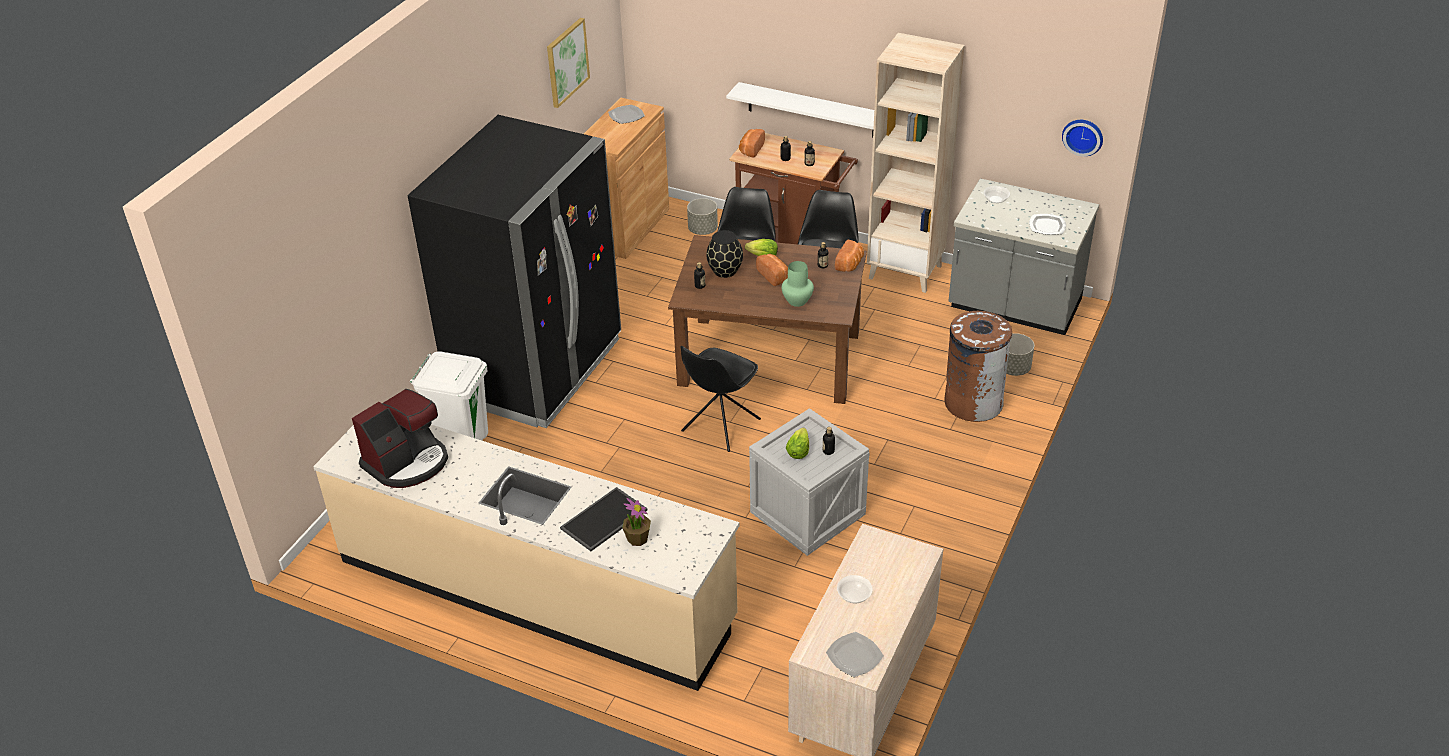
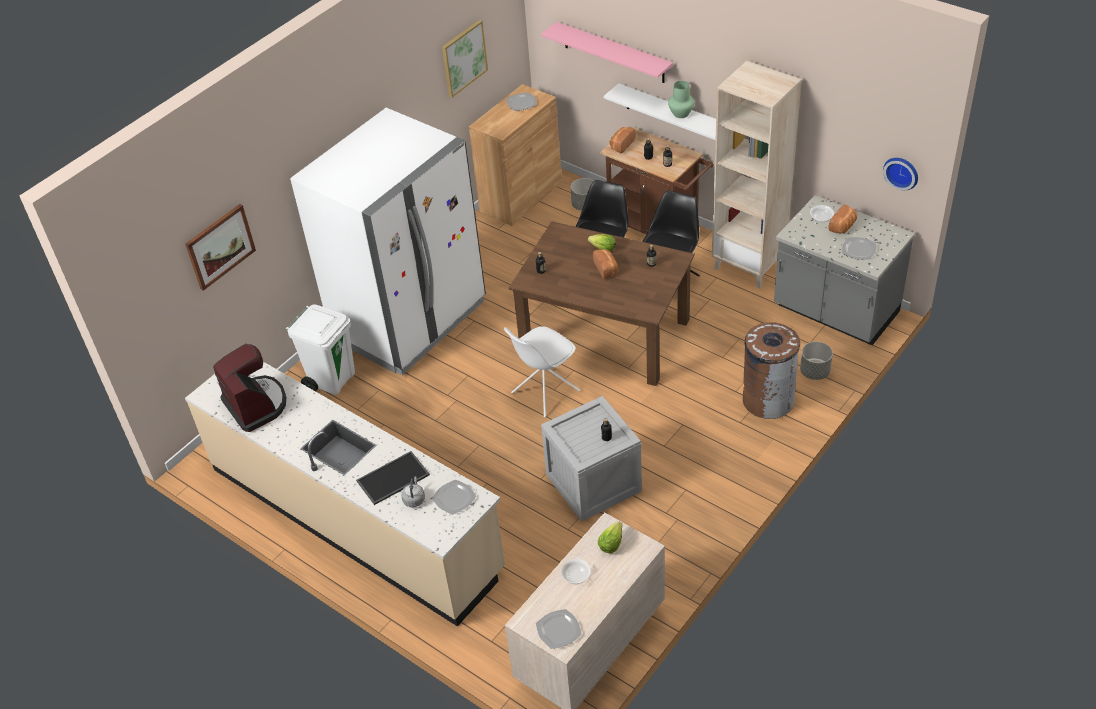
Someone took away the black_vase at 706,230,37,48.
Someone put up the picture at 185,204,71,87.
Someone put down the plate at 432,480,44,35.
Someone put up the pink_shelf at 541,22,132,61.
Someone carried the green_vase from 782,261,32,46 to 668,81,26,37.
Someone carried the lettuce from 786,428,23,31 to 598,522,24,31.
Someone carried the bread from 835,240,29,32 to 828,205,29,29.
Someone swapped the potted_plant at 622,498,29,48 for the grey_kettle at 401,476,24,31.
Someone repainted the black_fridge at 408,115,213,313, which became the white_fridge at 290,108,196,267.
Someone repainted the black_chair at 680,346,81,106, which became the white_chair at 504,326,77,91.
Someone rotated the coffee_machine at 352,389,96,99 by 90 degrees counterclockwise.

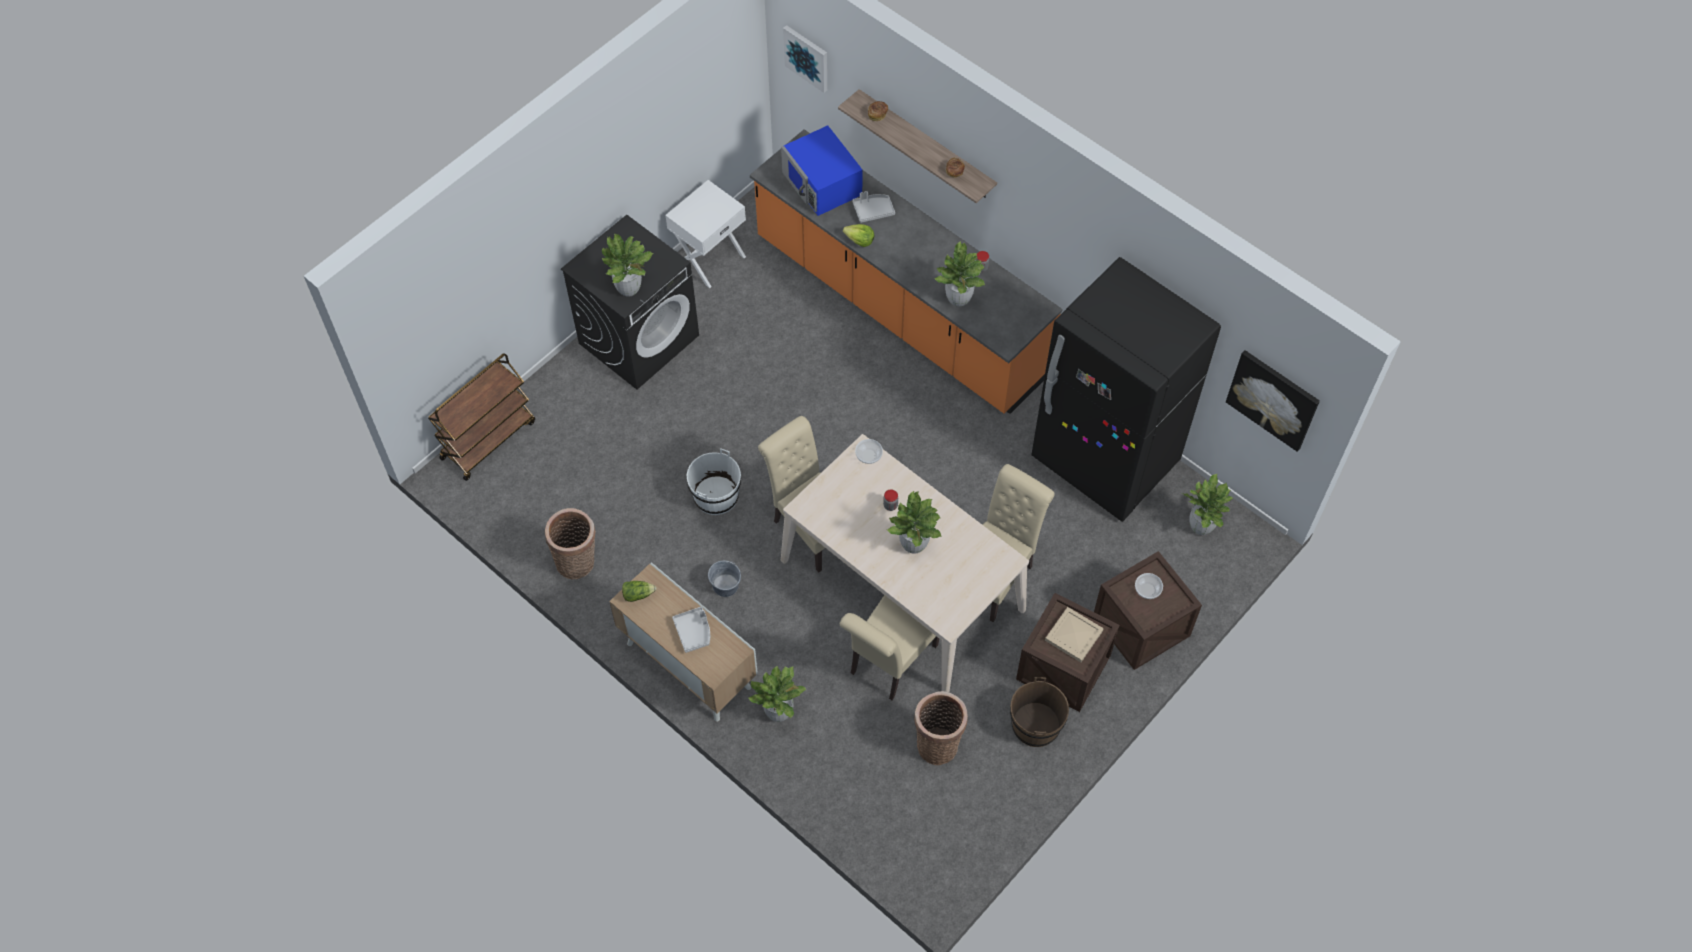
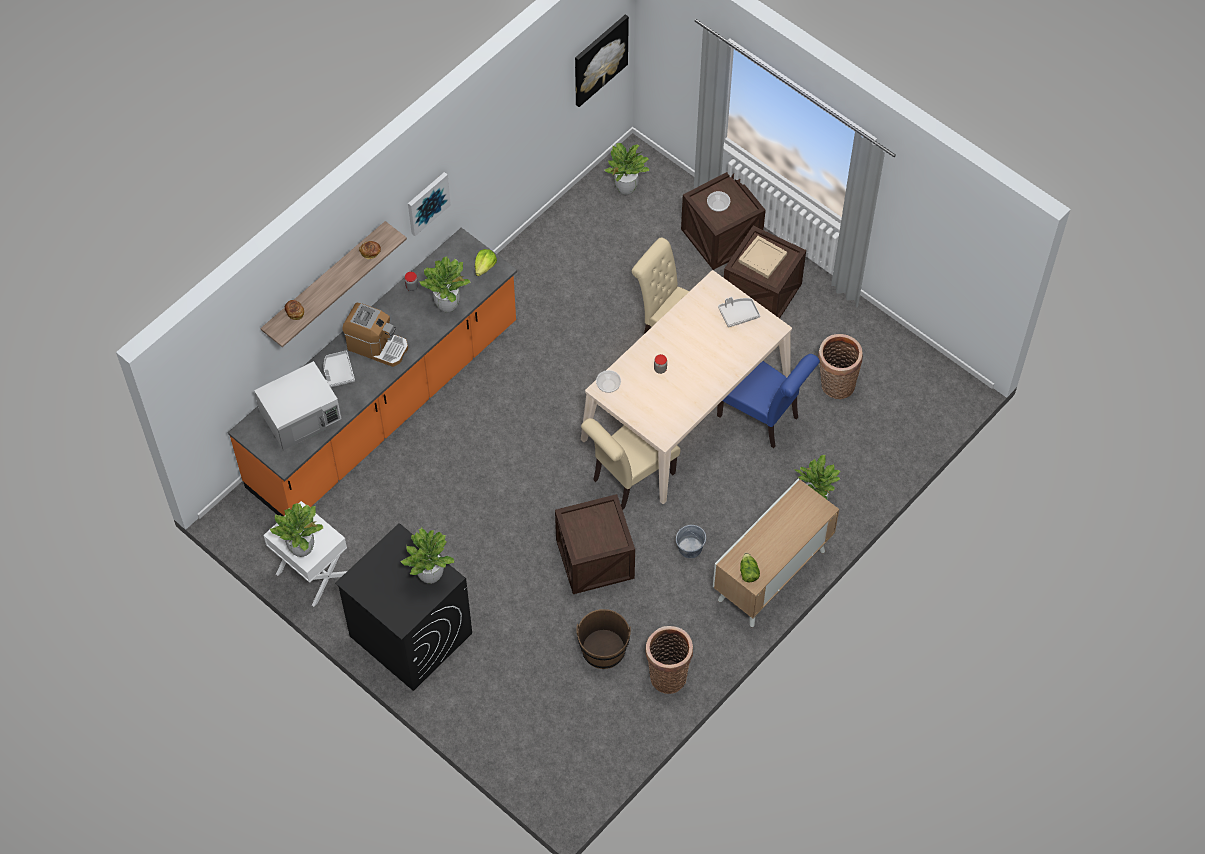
Someone took away the brown_cart at 428,353,107,128.
Someone took away the black_fridge at 1031,257,190,265.
Someone put down the coffee_machine at 342,303,66,64.
Someone carried the grey_tray from 672,607,38,46 to 718,297,42,31.
Someone carried the picture from 783,25,44,68 to 408,172,43,64.
Someone carried the lettuce from 843,224,31,23 to 475,249,22,27.
Someone carried the potted_plant from 886,490,56,64 to 270,503,54,54.
Someone carried the brown_bucket from 1010,677,59,70 to 577,609,54,60.
Someone swapped the white_bucket at 687,448,54,67 for the crate at 555,494,80,100.
Someone repainted the blue_microwave at 781,125,82,91, which became the white_microwave at 254,361,88,89.
Someone repainted the beige_chair at 840,595,99,105, which became the blue_chair at 717,354,103,94.

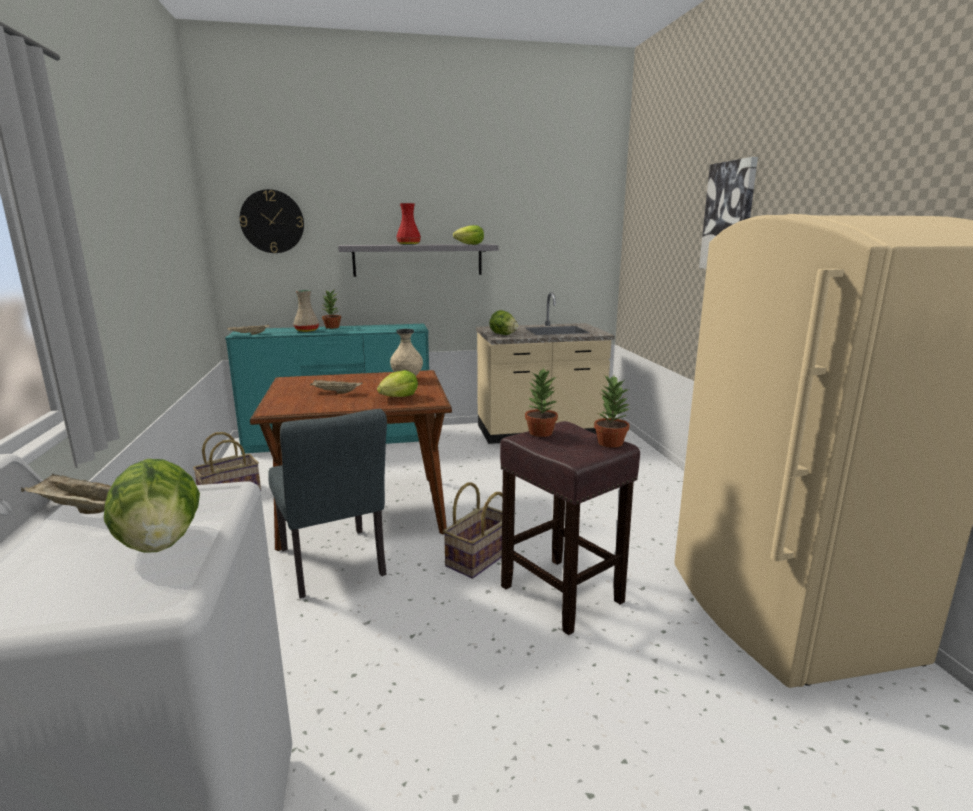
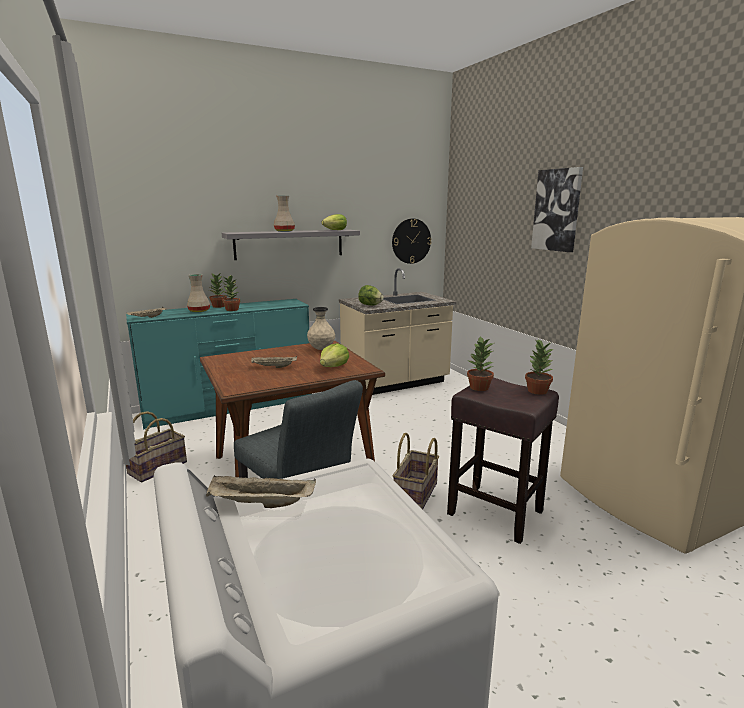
Someone took away the lettuce at 104,459,96,94.
Someone put down the potted_plant at 223,275,17,36.
Someone carried the wall_clock from 240,189,64,64 to 392,219,39,45.
Someone repainted the red_vase at 396,203,25,42, which became the beige_vase at 274,196,21,36.

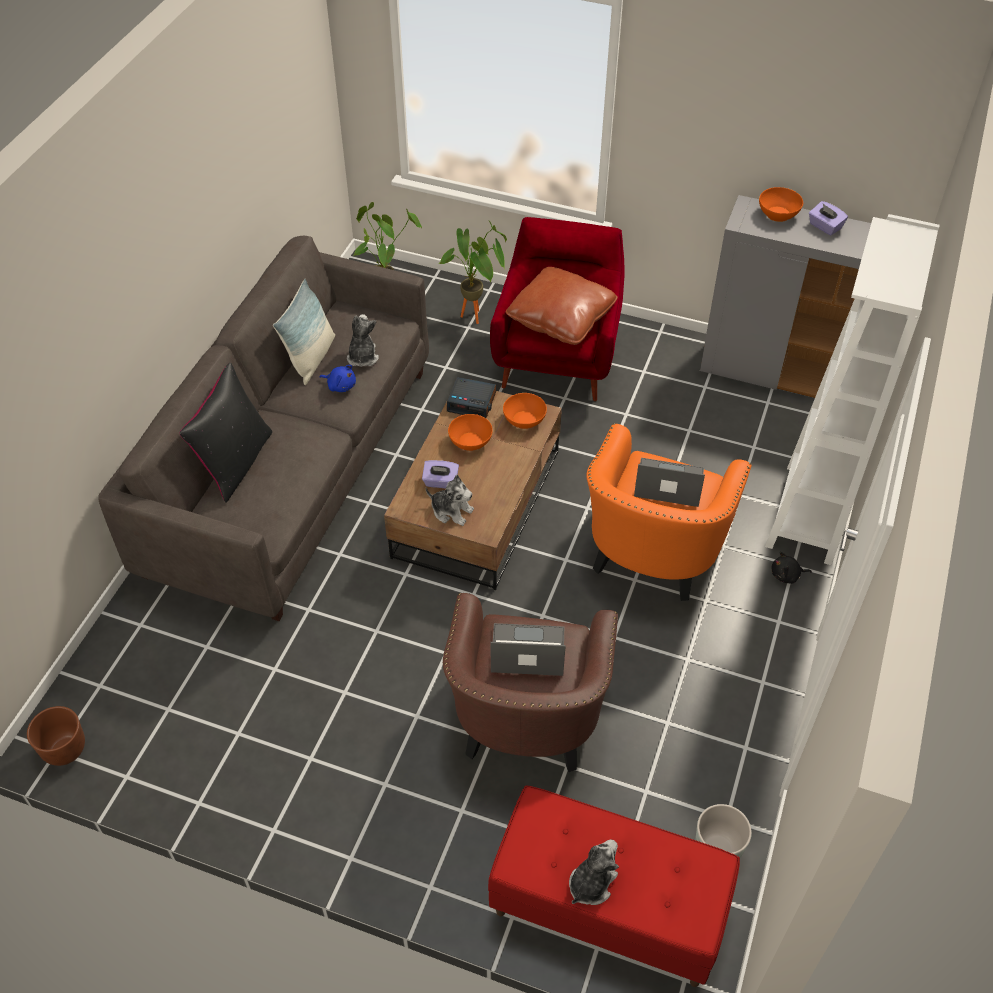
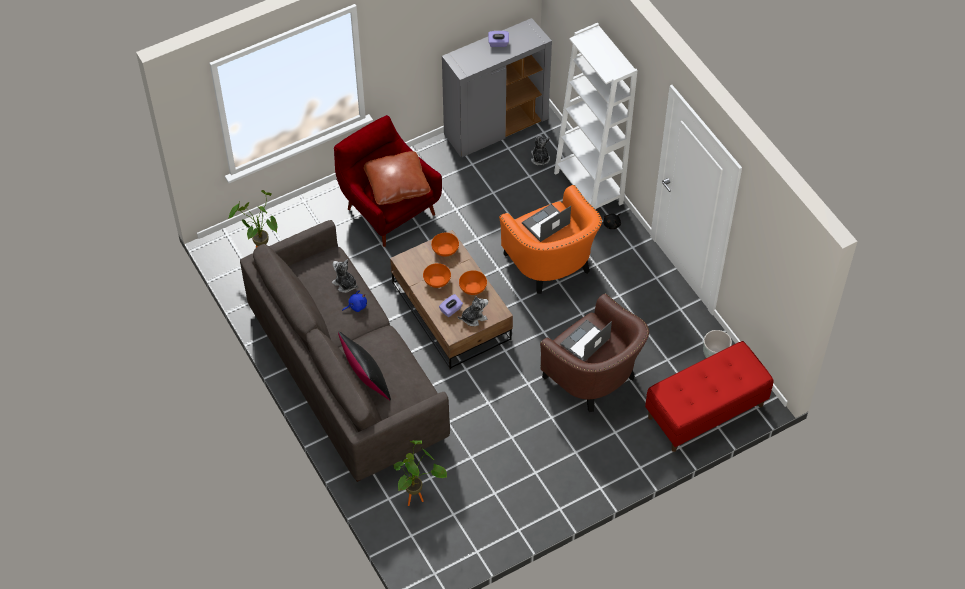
Someone took away the brown_planter at 27,706,58,60.
Someone took away the pillow at 273,279,62,106.
Someone took away the alarm_clock at 447,377,49,41.
Someone carried the potted_plant from 439,221,68,103 to 393,440,54,66.
Someone carried the plush_toy from 569,839,50,66 to 531,134,19,31.
Someone carried the orange_bowl from 759,187,44,35 to 459,270,28,25.

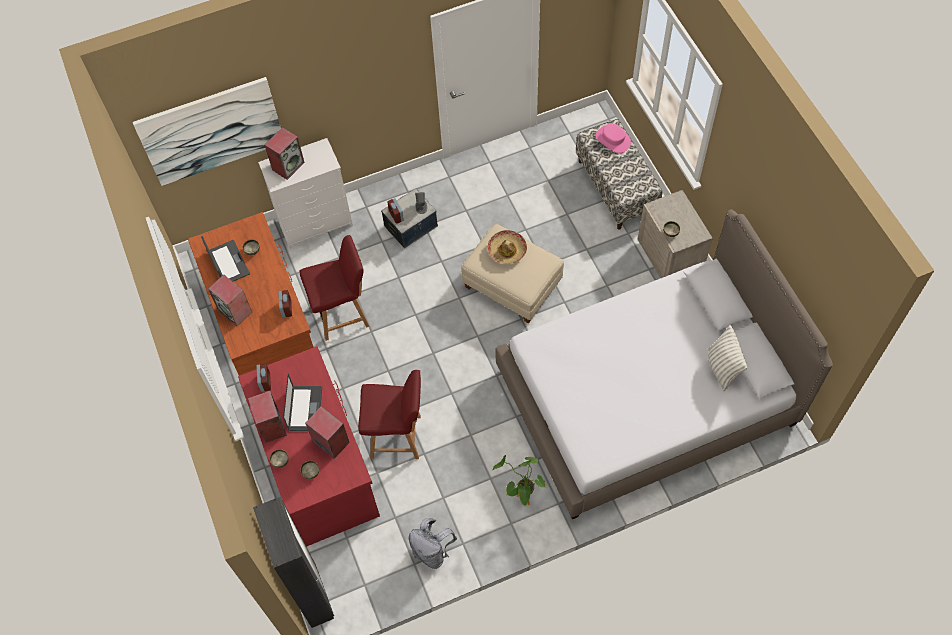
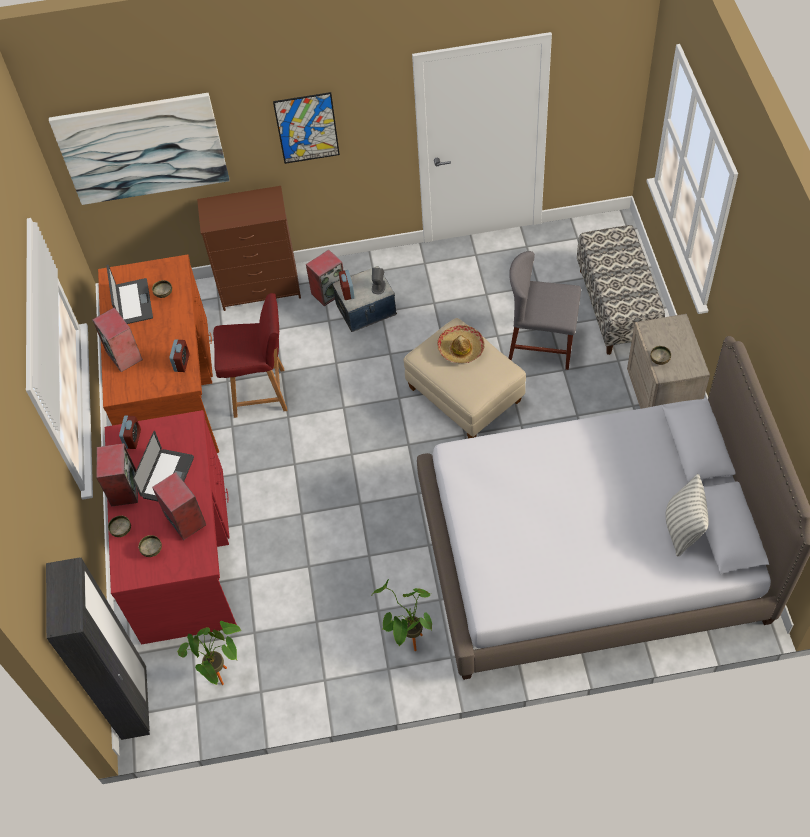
Someone took away the red_chair at 358,370,63,89.
Someone took away the grey_backpack at 409,518,48,51.
Someone took away the pink_hat at 596,123,35,30.
Someone put down the potted_plant at 177,621,64,64.
Someone put up the picture at 273,92,67,72.
Someone put down the grey_chair at 509,251,72,119.
Someone carried the speaker from 265,127,40,53 to 306,250,38,56.
Someone repainted the white_dresser at 258,138,95,111, which became the brown_dresser at 197,186,104,125.

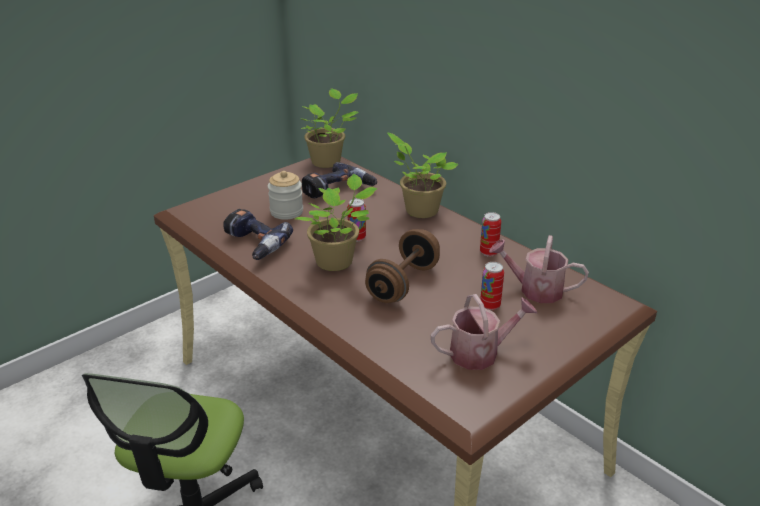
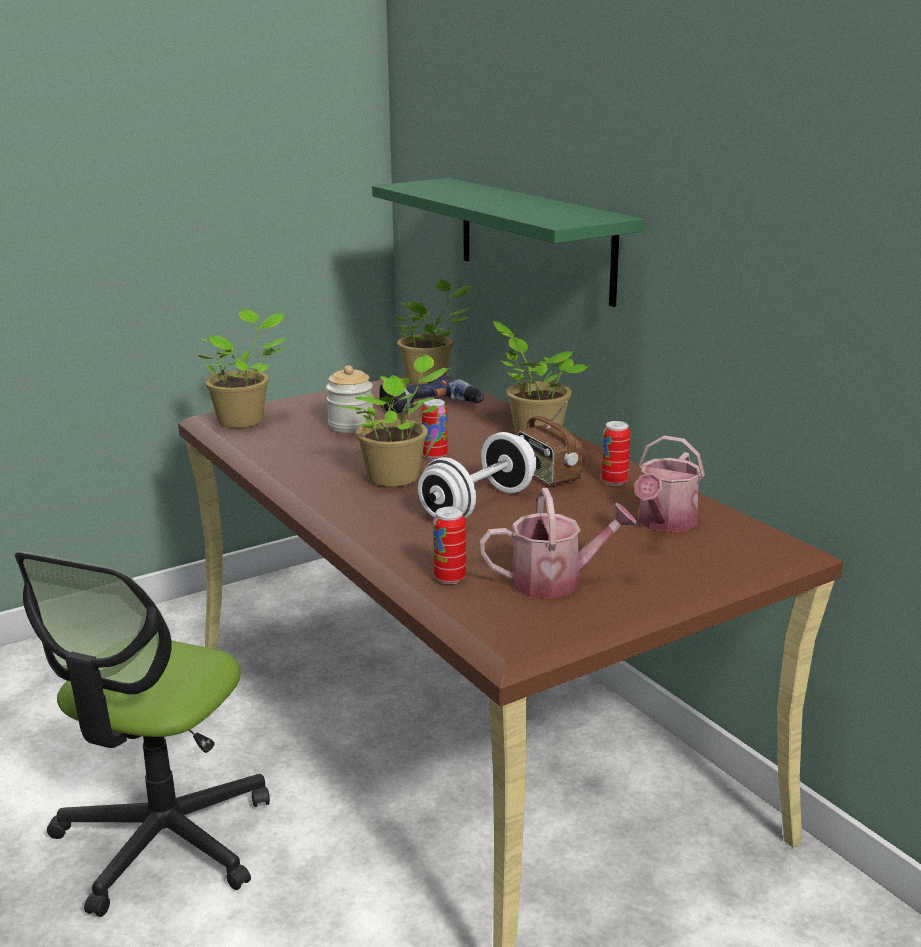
Someone took away the power_drill at 223,209,70,51.
Someone put down the potted_plant at 197,309,91,119.
Someone put up the green_shelf at 372,178,271,129.
Someone put down the radio at 517,401,65,84.
Someone carried the can from 480,262,24,48 to 433,507,33,77.
Someone repainted the brown_dumbbell at 365,229,75,74, which became the white_dumbbell at 418,432,118,86.
Someone rotated the watering_can at 489,235,100,68 by 90 degrees counterclockwise.

